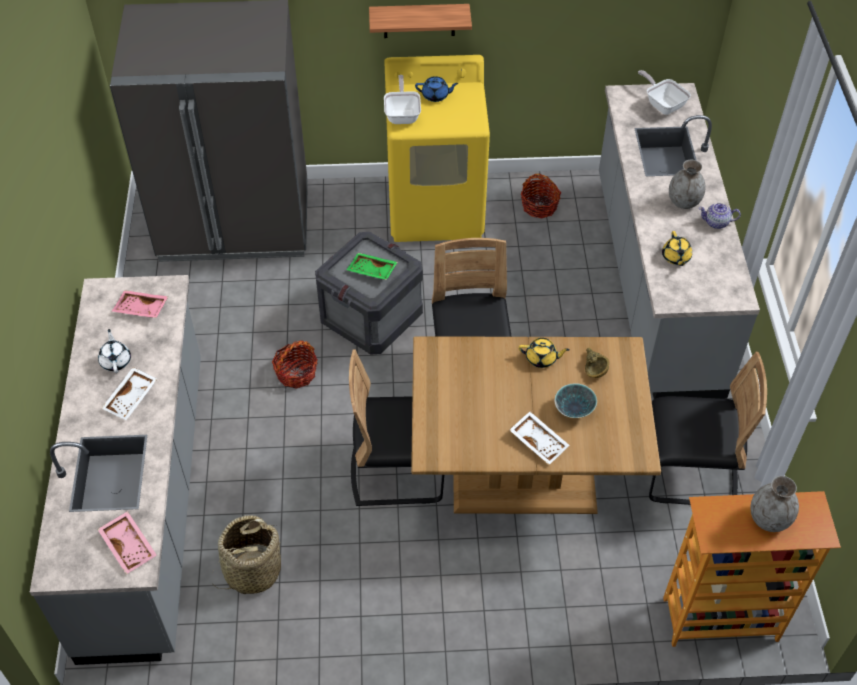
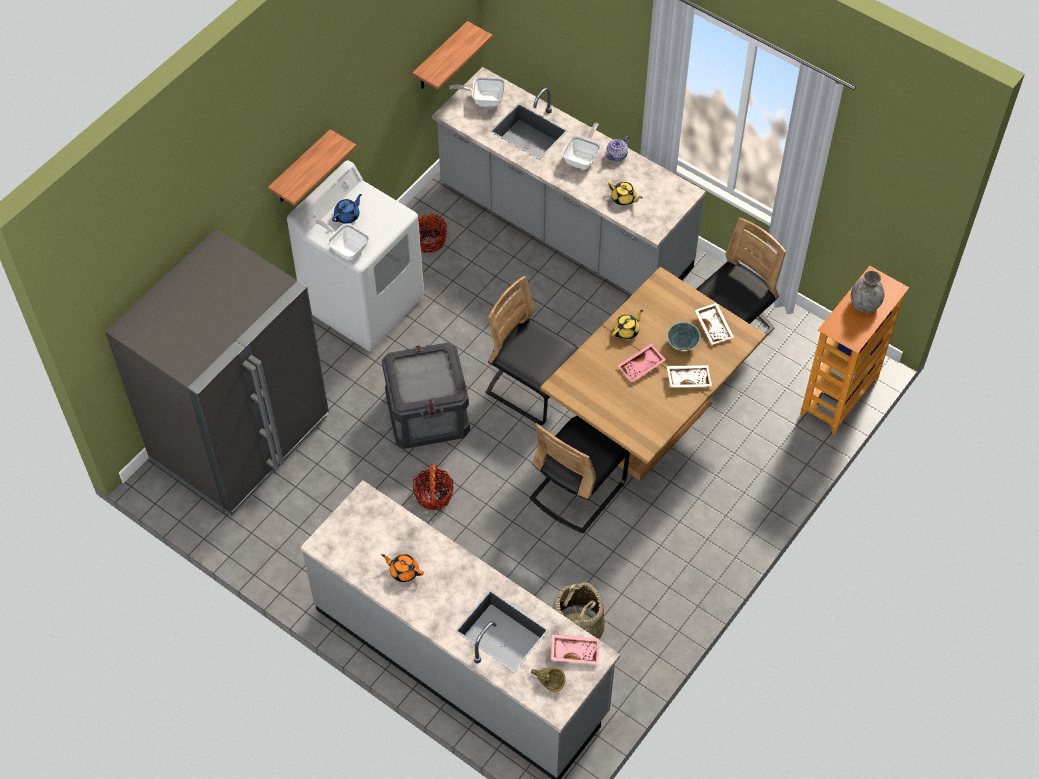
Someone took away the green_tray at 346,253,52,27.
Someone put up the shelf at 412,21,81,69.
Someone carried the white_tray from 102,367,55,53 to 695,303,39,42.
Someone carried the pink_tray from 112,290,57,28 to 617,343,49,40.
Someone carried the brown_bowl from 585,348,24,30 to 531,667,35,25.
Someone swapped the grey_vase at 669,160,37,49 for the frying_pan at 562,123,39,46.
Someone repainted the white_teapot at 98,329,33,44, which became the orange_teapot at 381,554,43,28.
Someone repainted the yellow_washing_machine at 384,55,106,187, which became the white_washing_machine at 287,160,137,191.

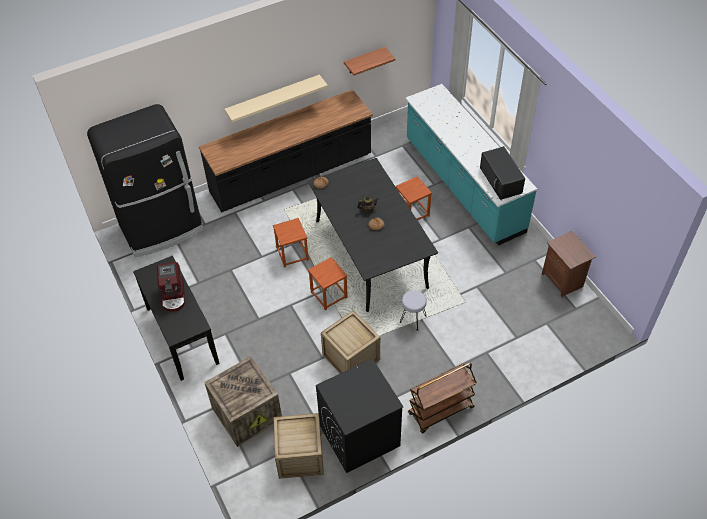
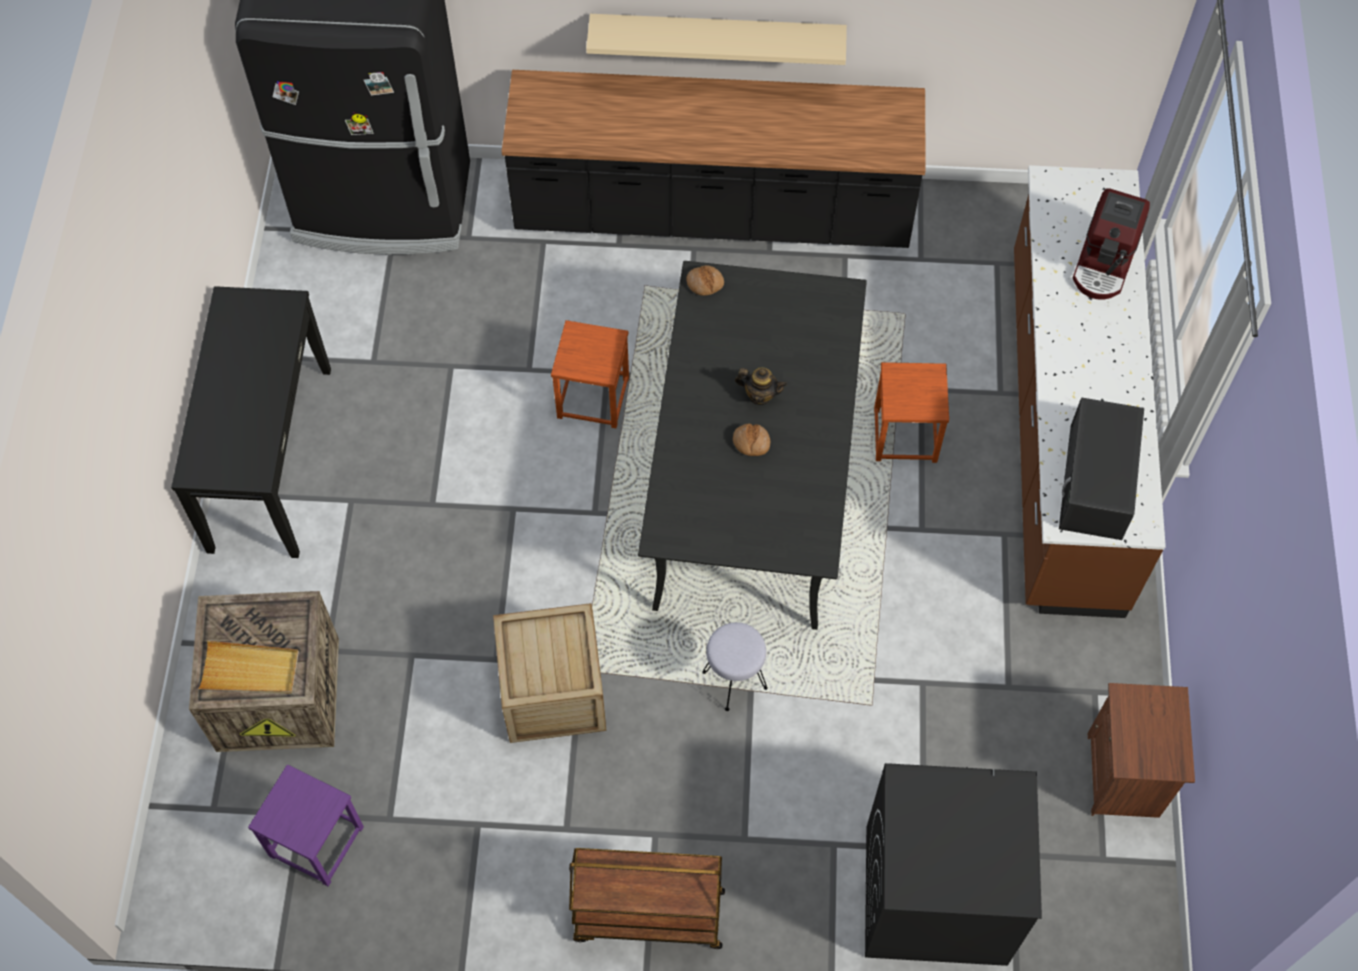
Someone took away the brown_stool at 308,257,40,53.
Someone took away the shelf at 344,47,52,29.
Someone put down the beige_tray at 198,641,101,53.
Someone carried the coffee_machine from 157,262,28,50 to 1072,189,78,111.
Someone carried the black_washing_machine from 316,358,88,115 to 865,763,177,203.
Someone swapped the crate at 273,413,51,66 for the purple_stool at 248,765,116,121.
Someone repainted the turquoise_counter at 405,84,132,161, which became the brown_counter at 1014,165,152,453.

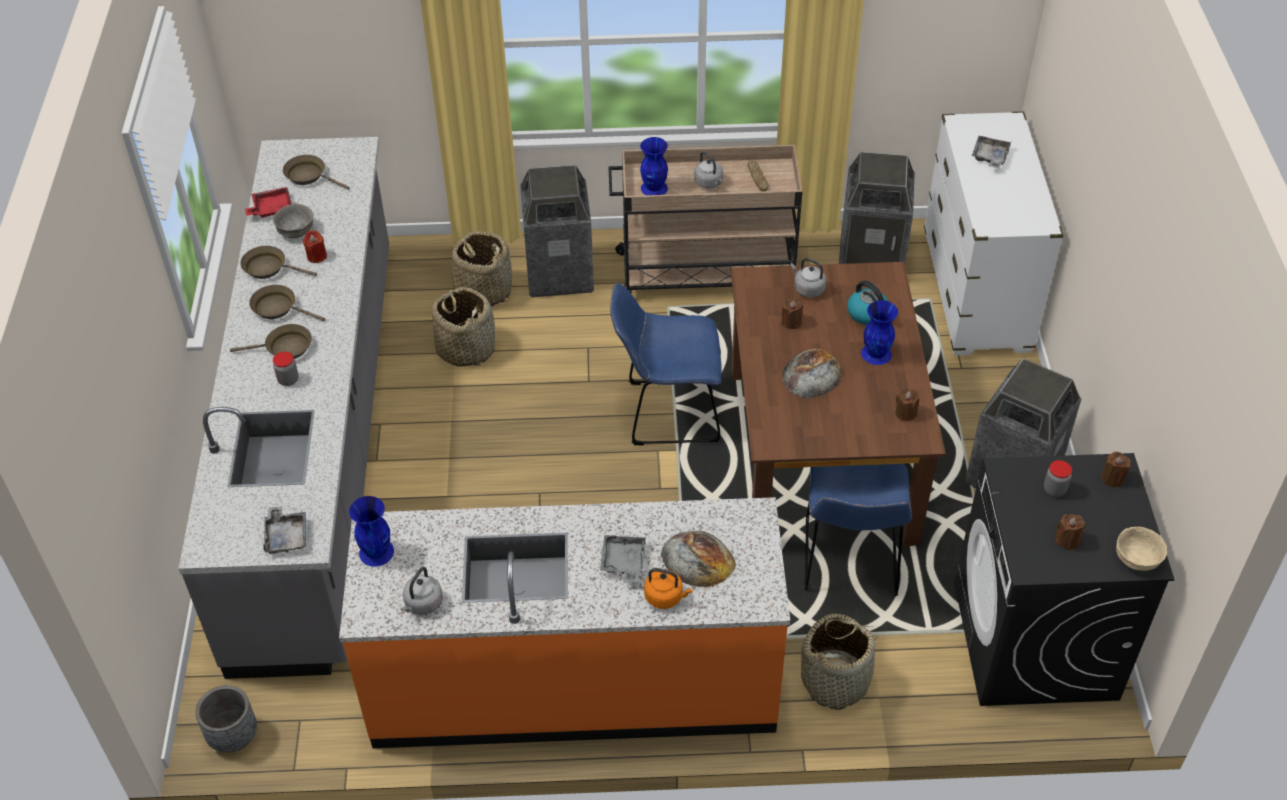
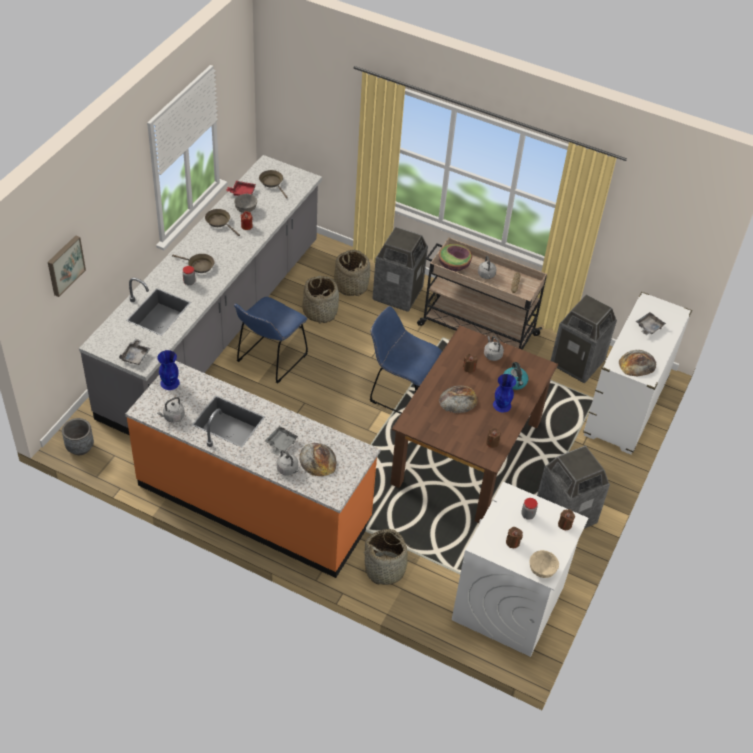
Someone took away the brown_frying_pan at 249,285,76,36.
Someone put up the picture at 48,235,38,62.
Someone put down the bread at 619,350,37,26.
Someone carried the blue_chair from 805,464,107,132 to 234,297,74,87.
Someone swapped the blue_vase at 640,137,28,58 for the bowl at 439,244,33,27.
Someone repainted the orange_kettle at 644,568,49,41, which became the grey_kettle at 277,450,22,26.
Someone repainted the black_washing_machine at 954,453,221,253, which became the white_washing_machine at 452,482,137,175.

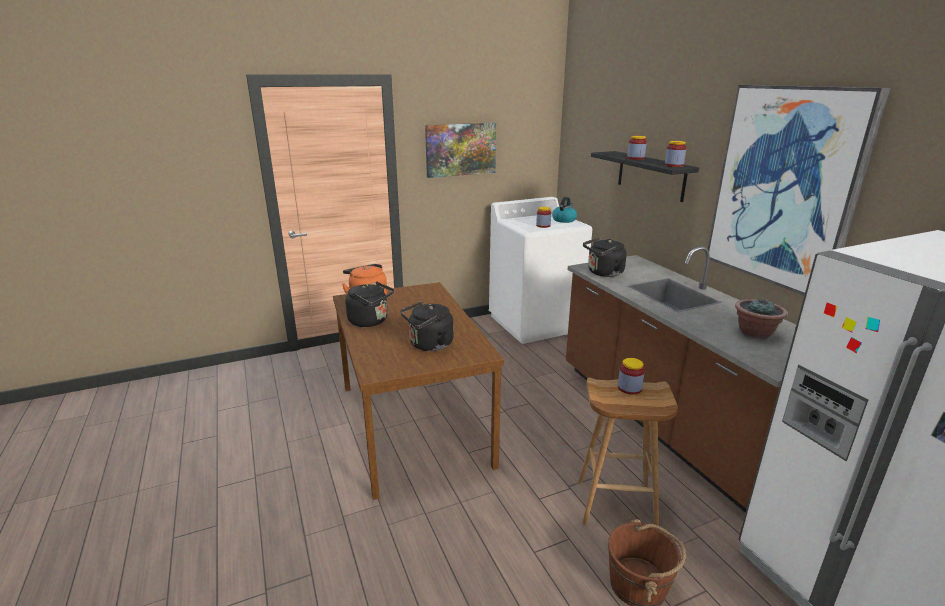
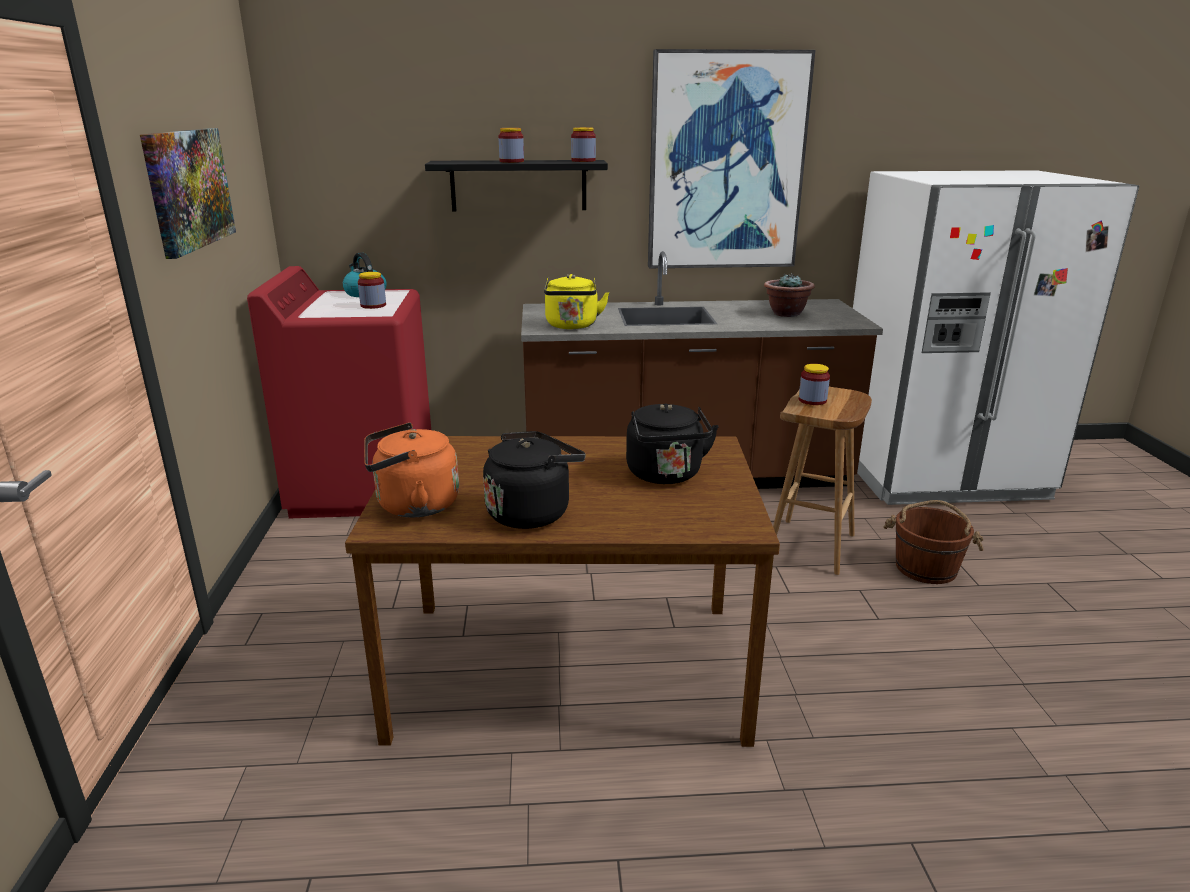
Someone repainted the white_washing_machine at 489,197,103,147, which became the red_washing_machine at 247,266,184,252.
Someone repainted the black_kettle at 583,237,44,40, which became the yellow_kettle at 544,274,65,55.

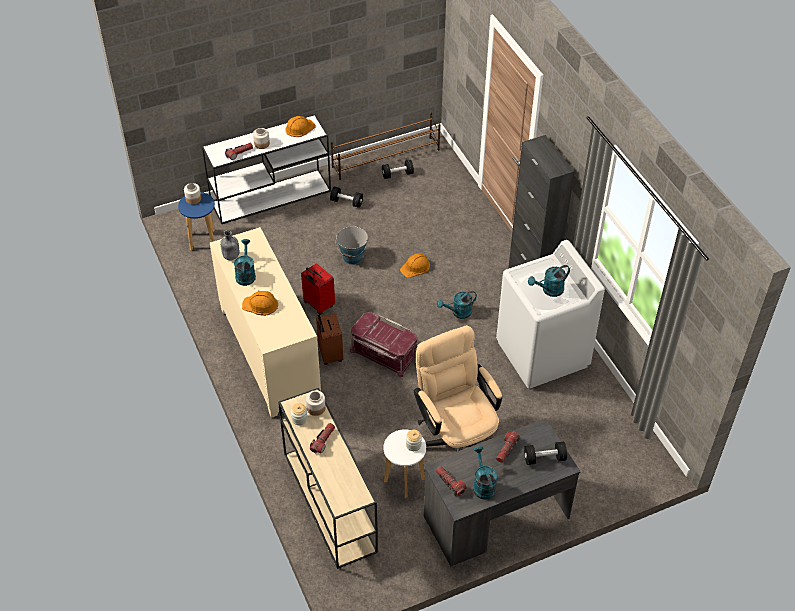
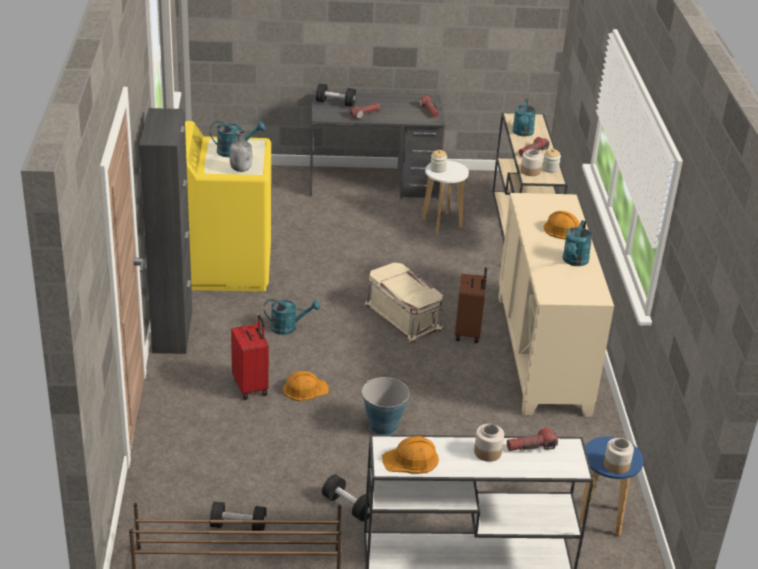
Someone took away the beige_office_chair at 413,325,89,127.
Someone carried the grey_bottle from 220,230,19,30 to 229,130,23,42.
Someone carried the red_suitcase from 301,263,34,52 to 231,315,38,85.
Someone carried the turquoise_watering_can from 473,446,24,54 to 512,99,24,38.
Someone repainted the red_storage_box at 349,312,68,65, which became the beige_storage_box at 364,263,80,80.
Someone repainted the white_washing_machine at 496,240,109,149, which became the yellow_washing_machine at 185,121,86,171.

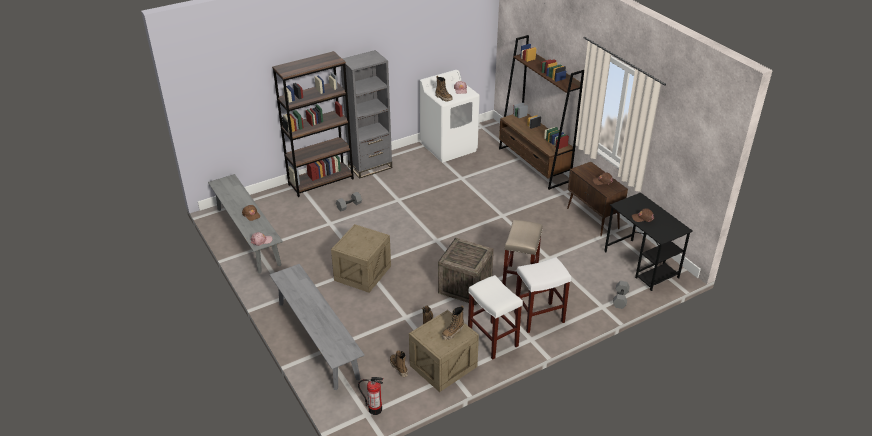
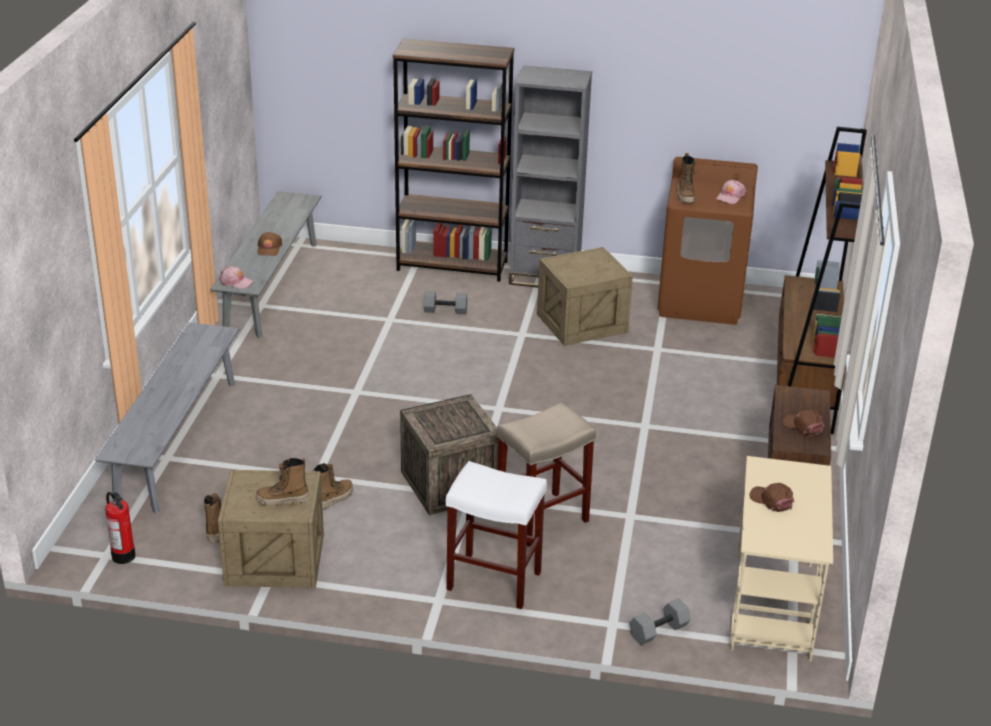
Someone took away the white_stool at 468,275,55,84.
Someone carried the crate from 331,224,60,69 to 537,247,96,99.
Someone repainted the white_washing_machine at 420,70,60,92, which became the brown_washing_machine at 657,157,101,168.
Someone repainted the black_desk at 604,193,89,98, which became the beige_desk at 730,456,103,205.

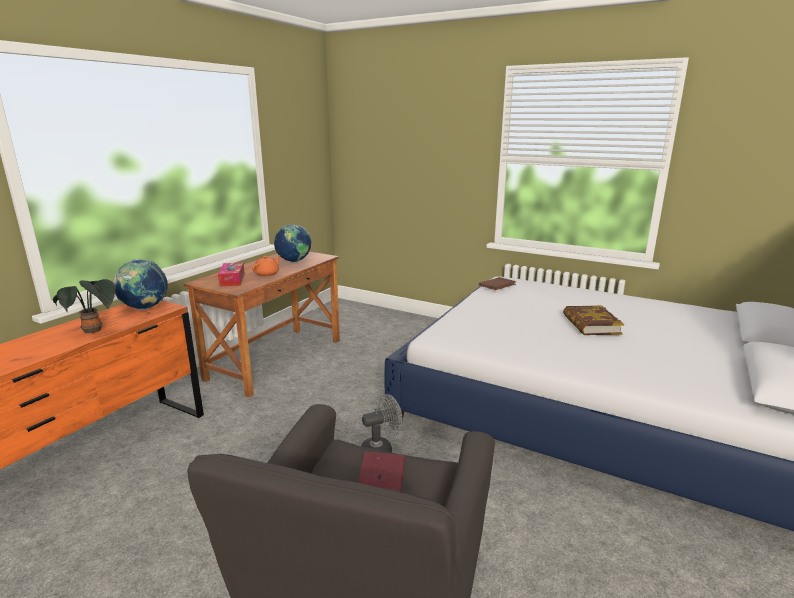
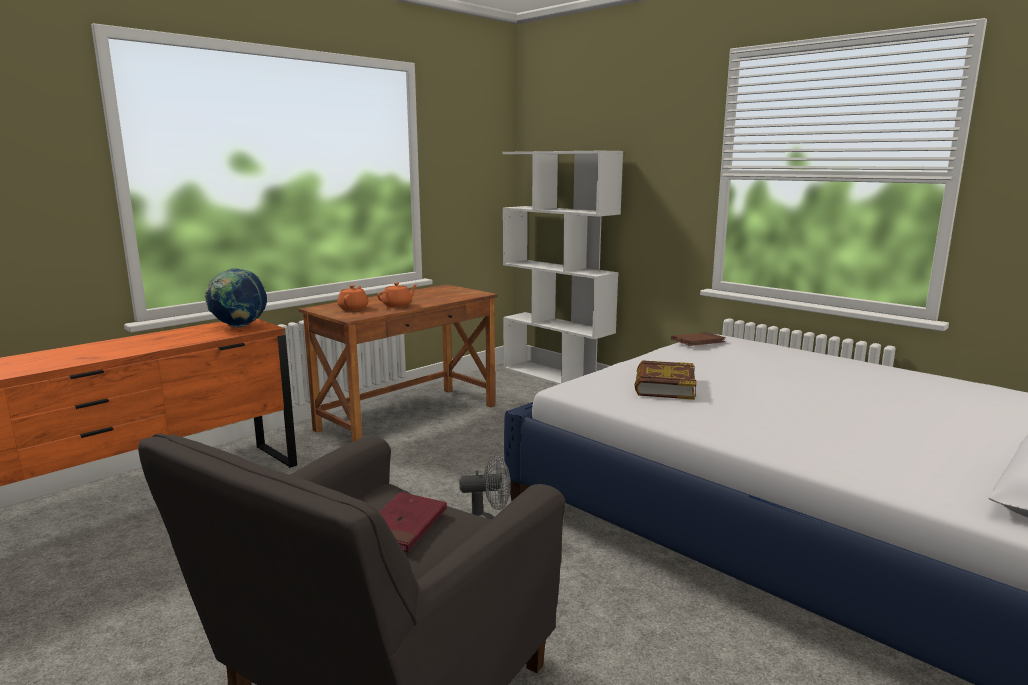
Someone took away the potted_plant at 53,279,62,54.
Someone took away the globe at 274,224,38,39.
Someone put down the white_bookcase at 503,151,120,234.
Someone carried the book from 563,305,61,30 to 634,360,62,40.
Someone swapped the tissue_box at 218,262,27,25 for the orange_teapot at 337,285,31,26.

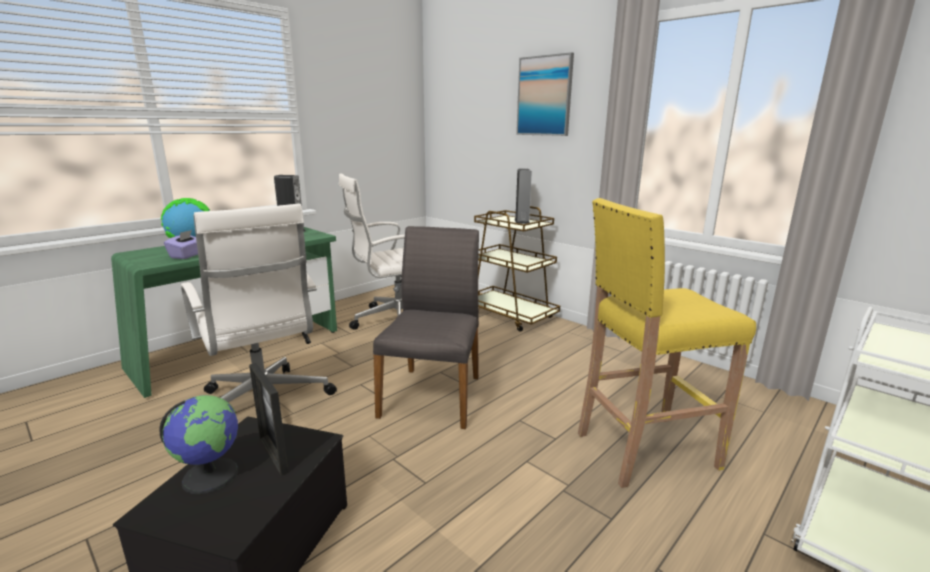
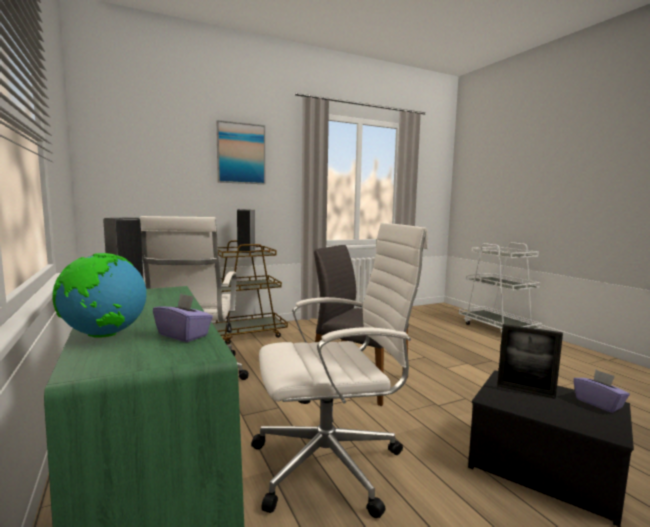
Someone took away the globe at 159,395,79,99.
Someone took away the yellow_stool at 578,198,178,290.
Someone put down the purple_tissue_box at 573,370,57,43.
Someone rotated the picture_frame at 249,363,40,113 by 45 degrees clockwise.

